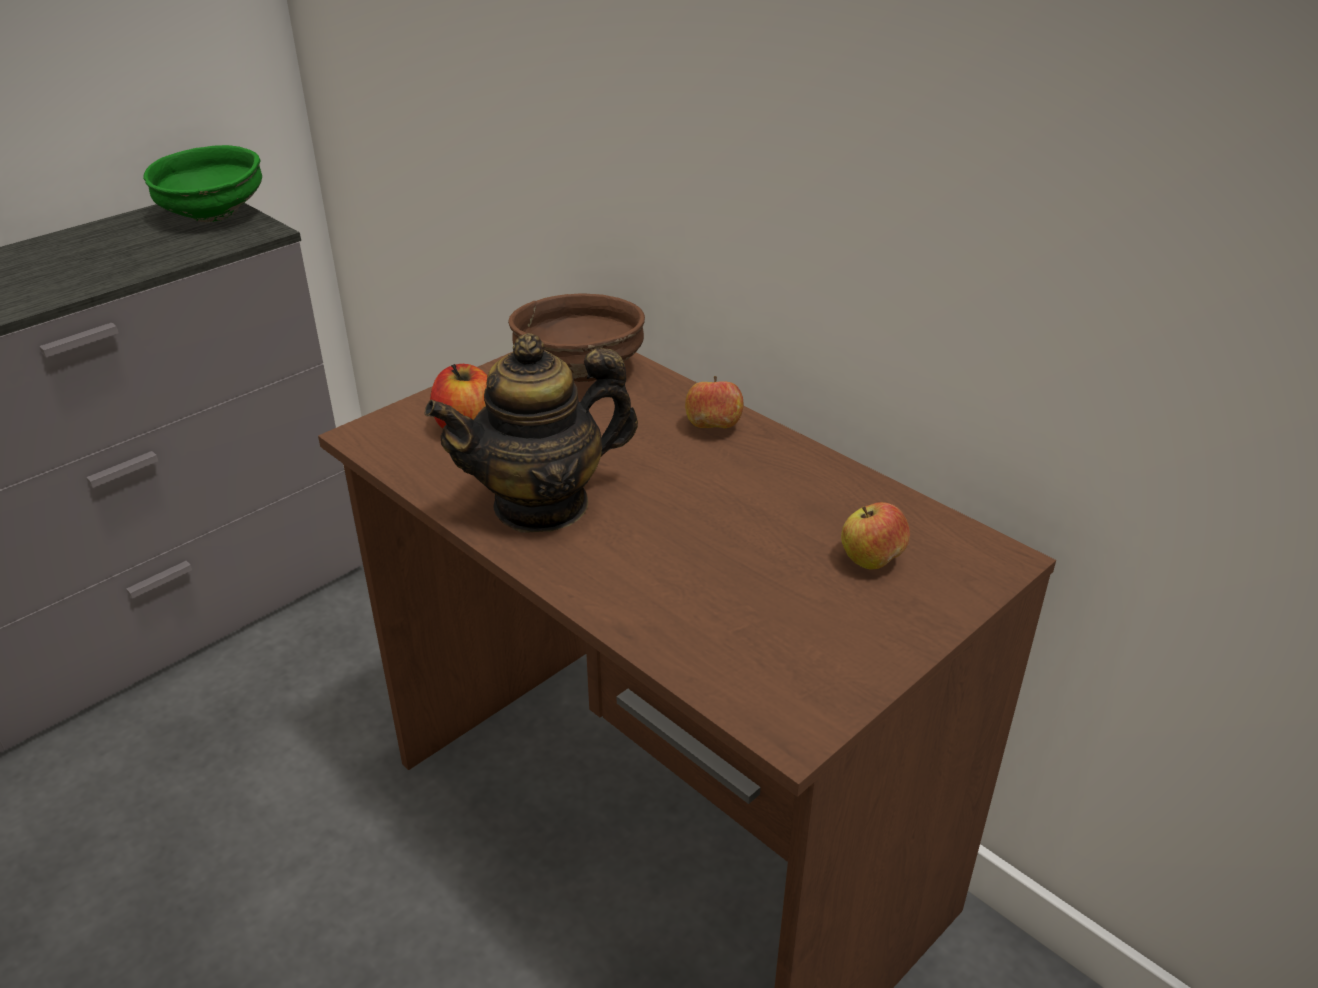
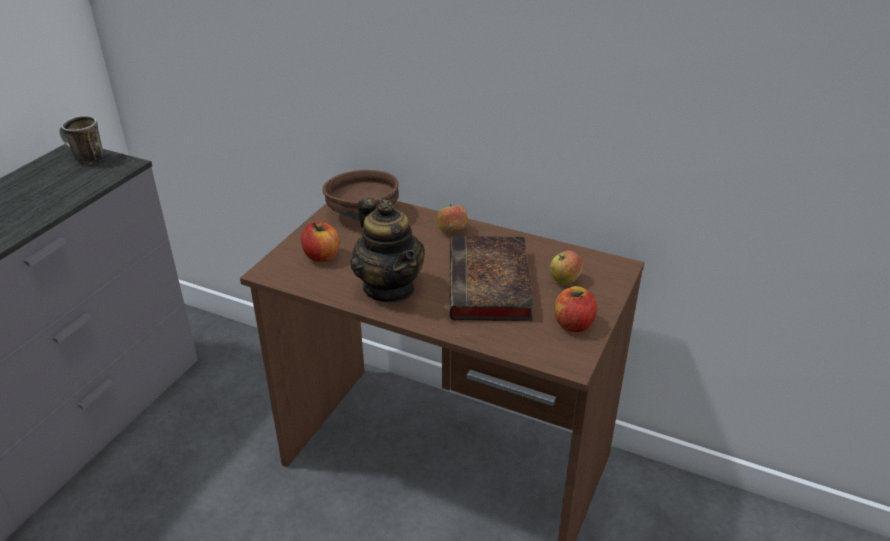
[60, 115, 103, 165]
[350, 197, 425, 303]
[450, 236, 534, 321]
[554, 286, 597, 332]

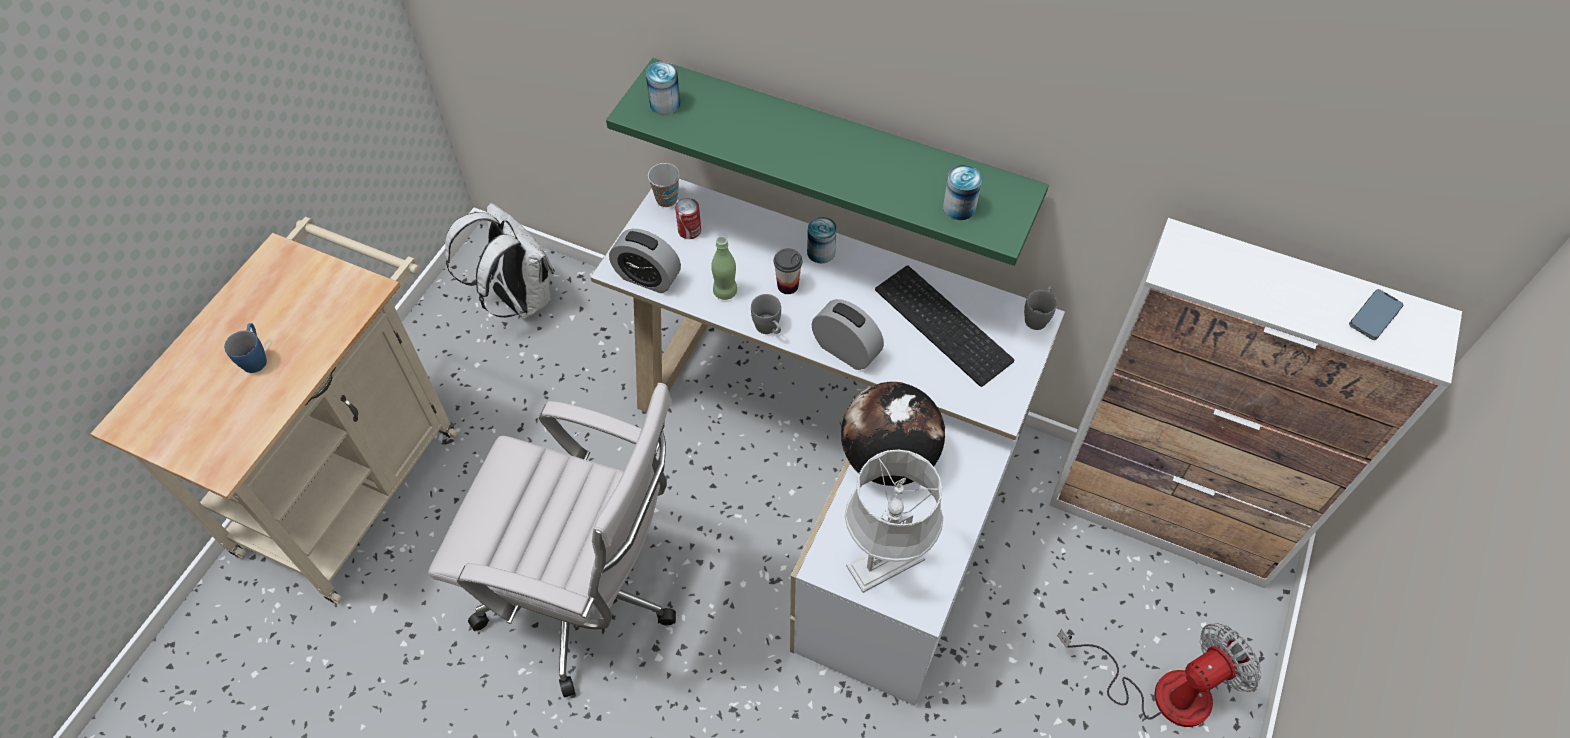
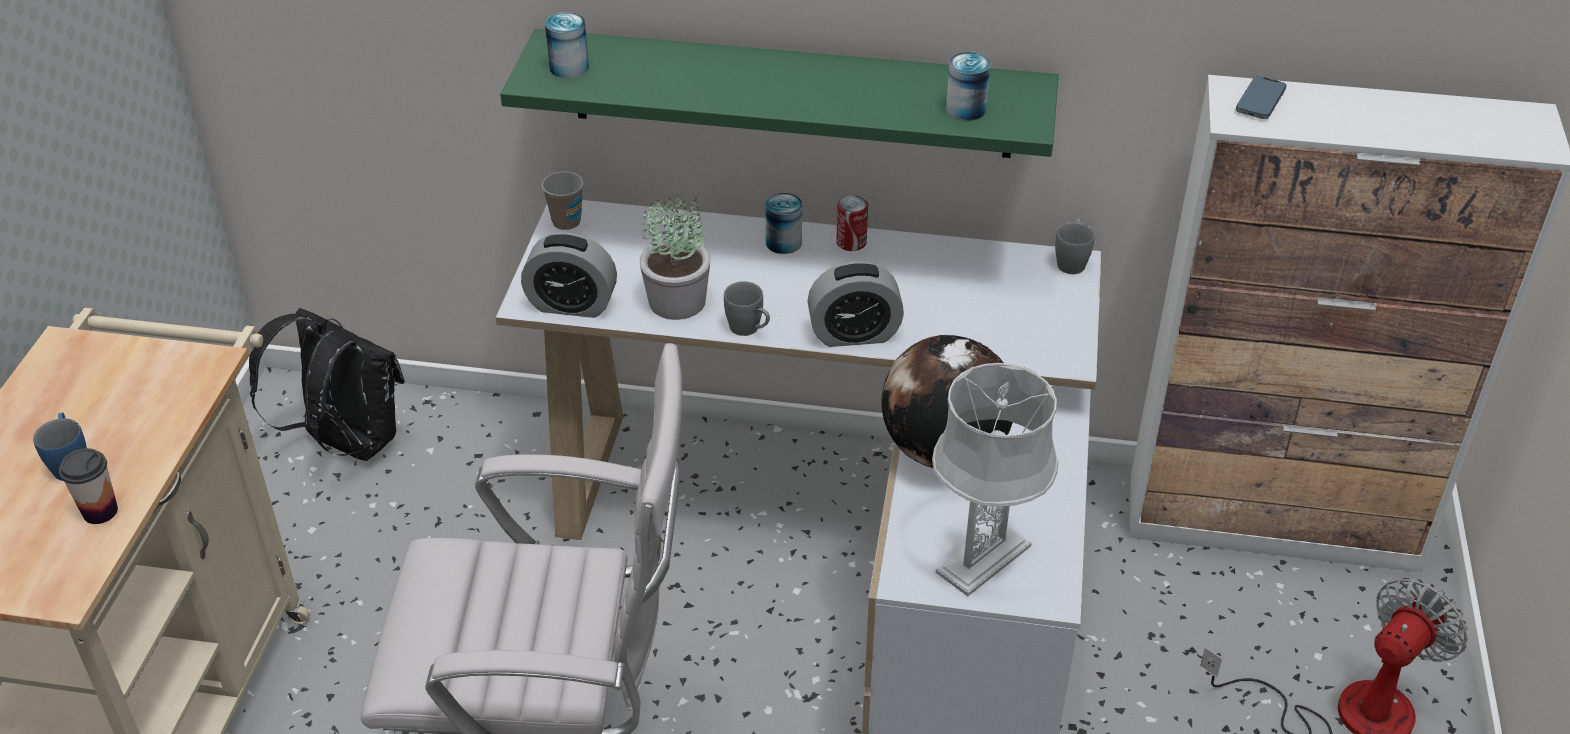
[249, 308, 405, 461]
[836, 195, 868, 251]
[640, 194, 710, 320]
[59, 448, 118, 524]
[808, 261, 904, 347]
[875, 265, 1014, 387] (first image)
[1236, 76, 1287, 119]

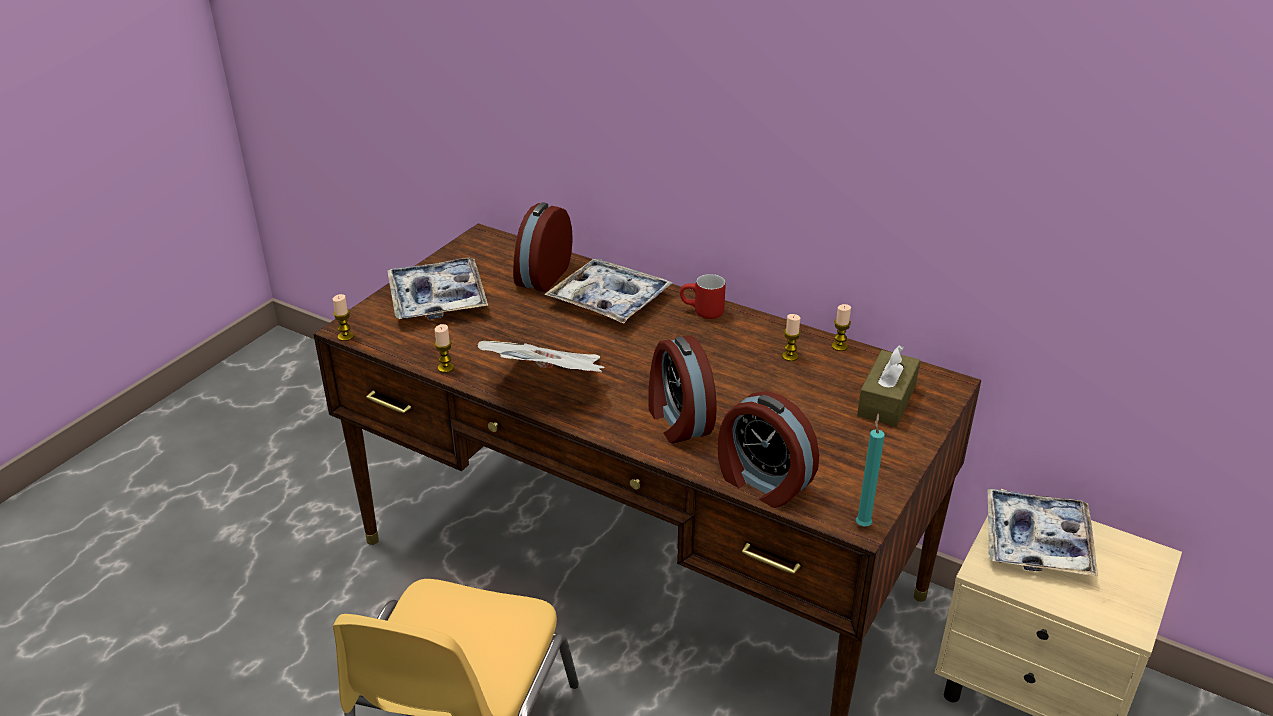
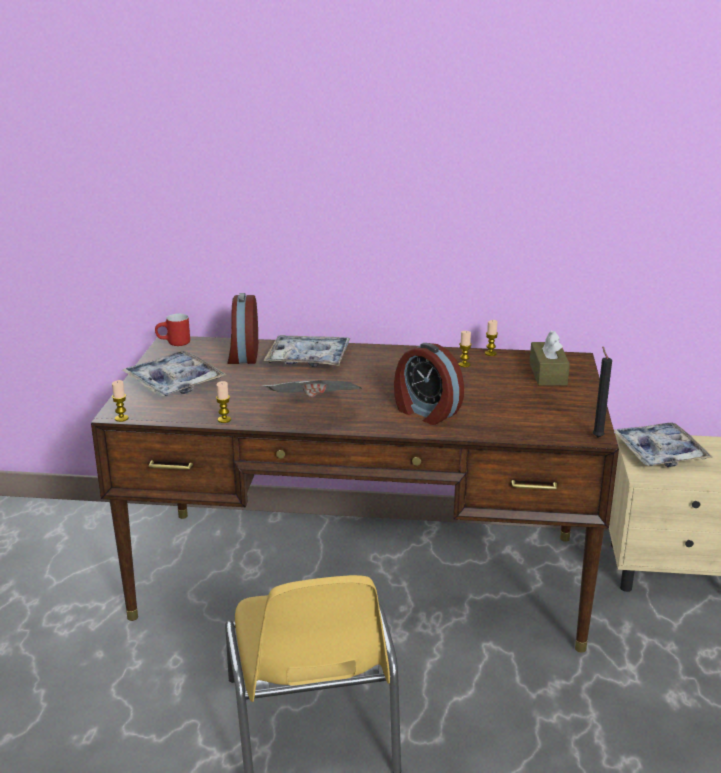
[155, 314, 190, 346]
[717, 391, 819, 508] (first image)
[593, 346, 612, 437]

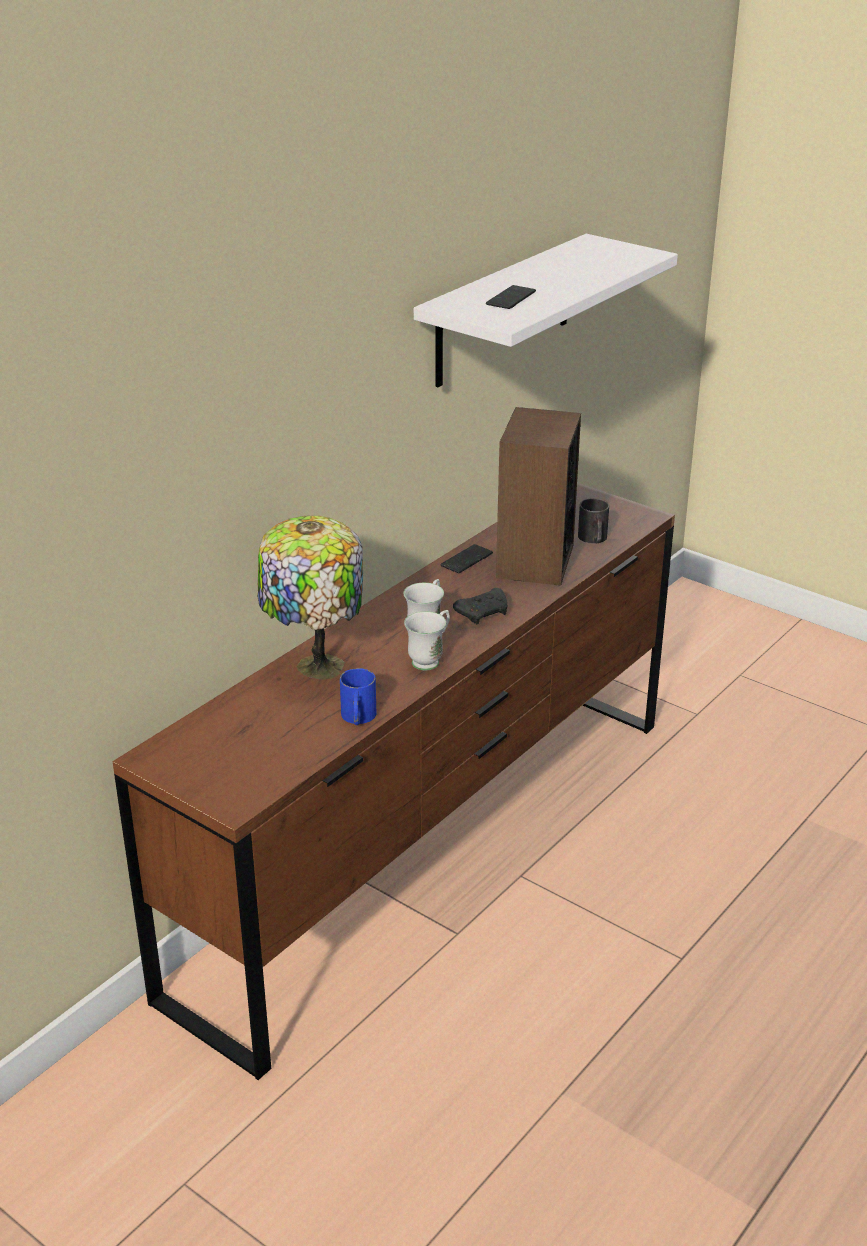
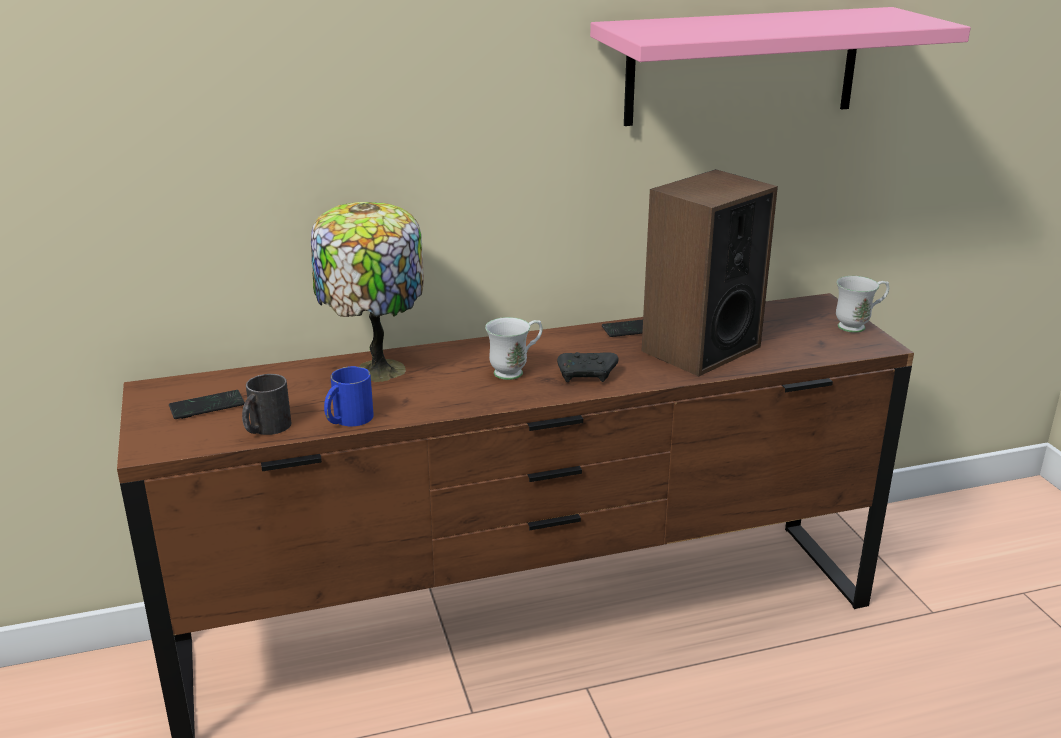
[836, 276, 889, 333]
[590, 7, 971, 126]
[169, 390, 245, 419]
[242, 374, 292, 435]

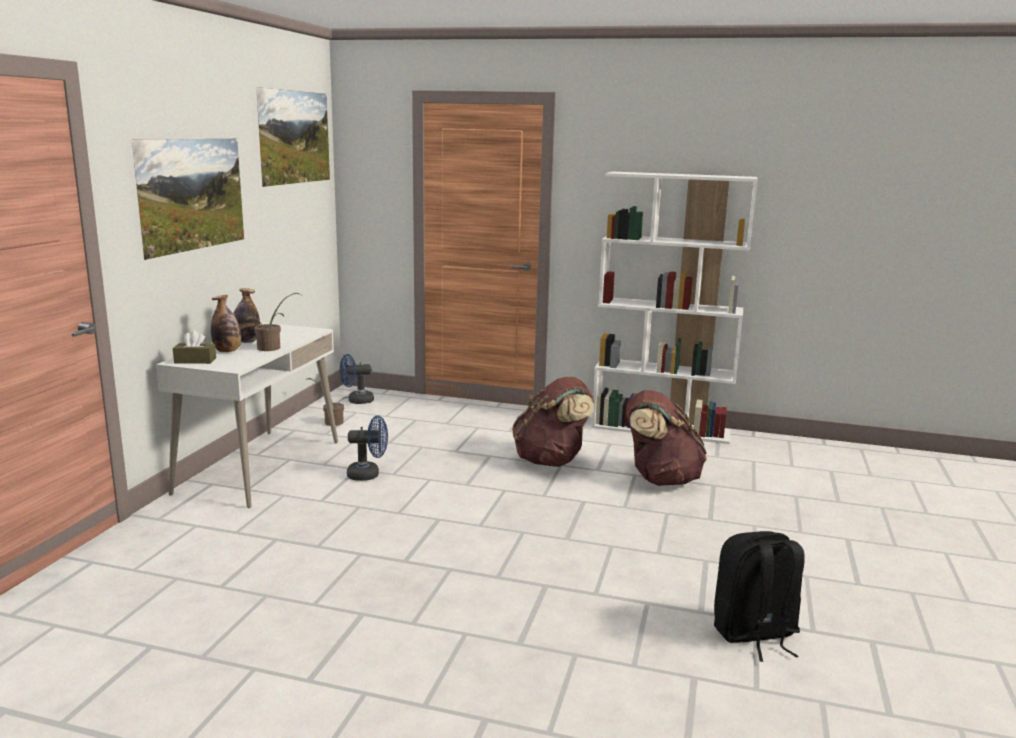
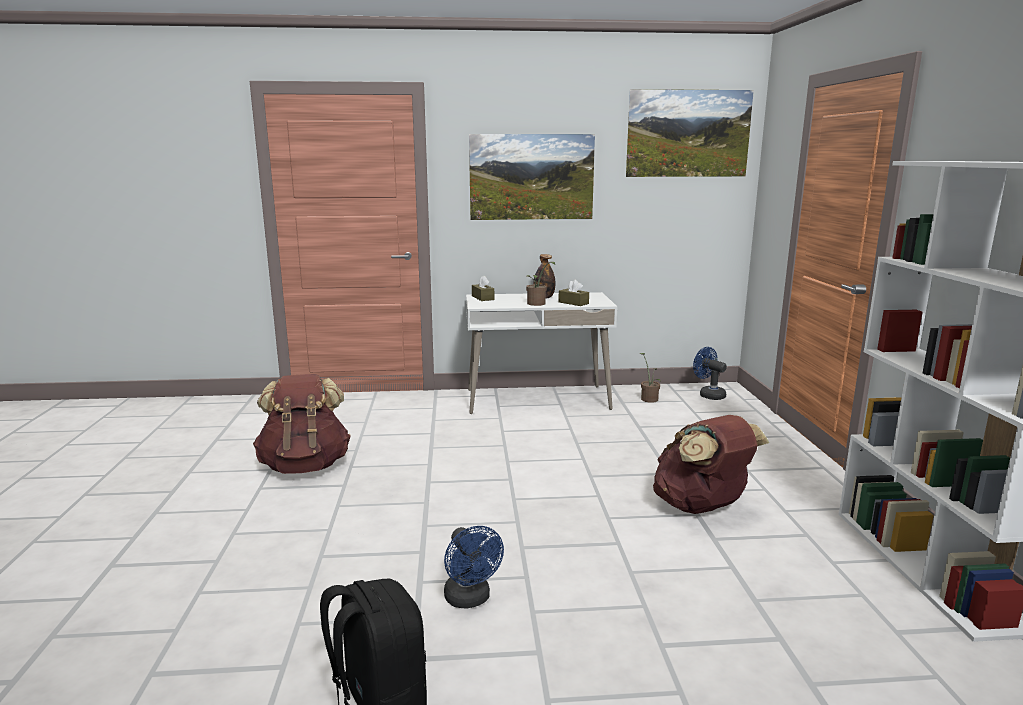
[211, 295, 241, 352] (first image)
[444, 526, 504, 609]
[253, 374, 350, 474]
[558, 280, 589, 306]

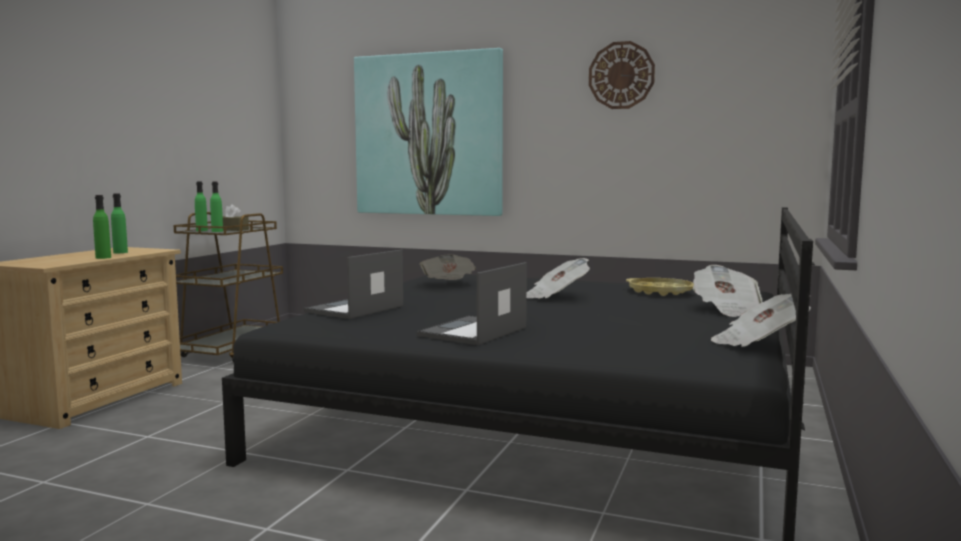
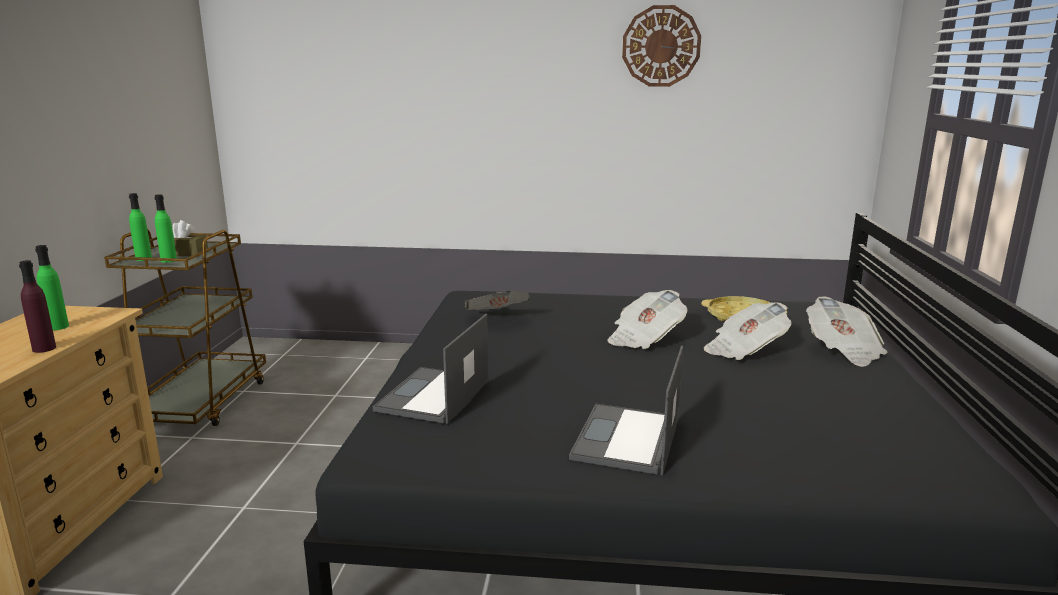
[19, 260, 56, 353]
[354, 48, 503, 216] (first image)
[704, 302, 791, 360]

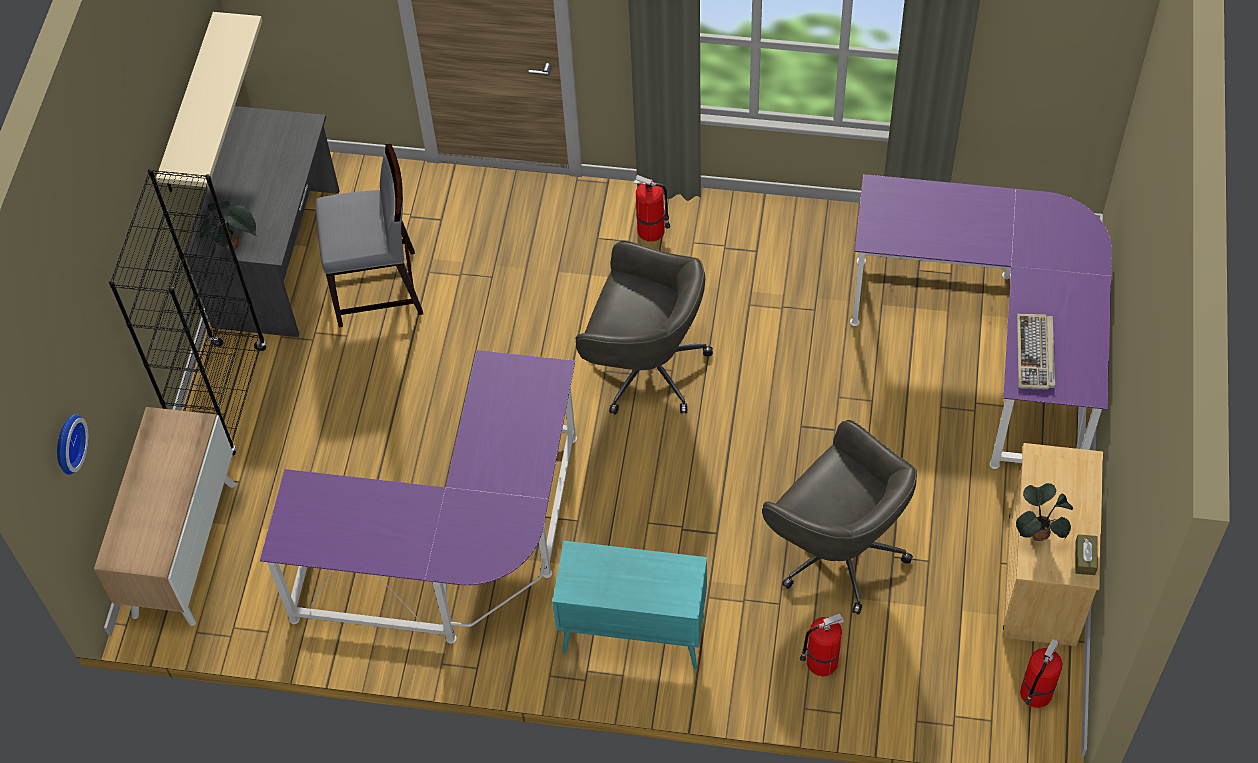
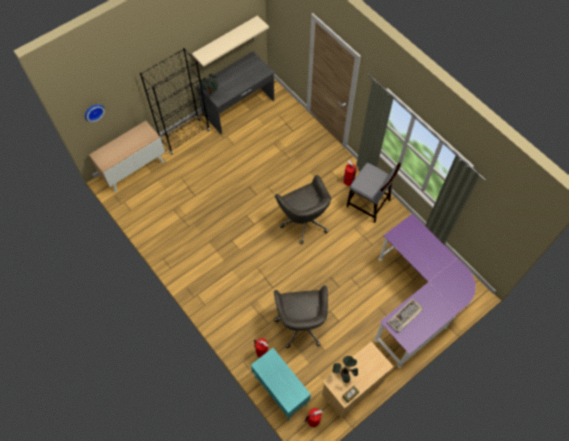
[260, 350, 577, 644] (first image)
[346, 163, 401, 223]
[251, 348, 311, 421]

